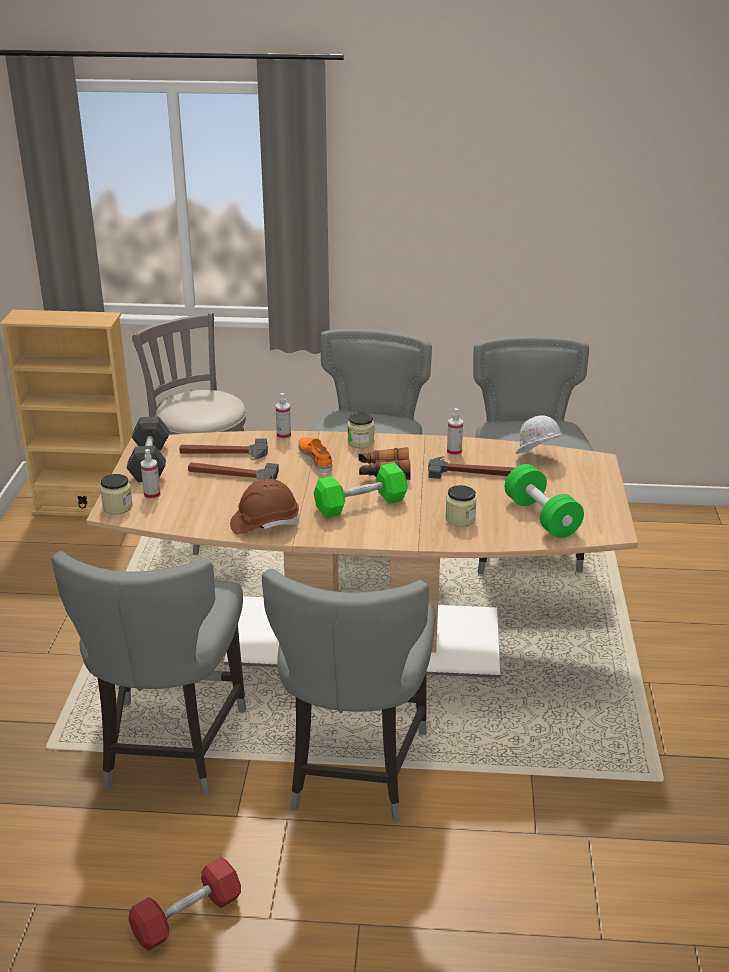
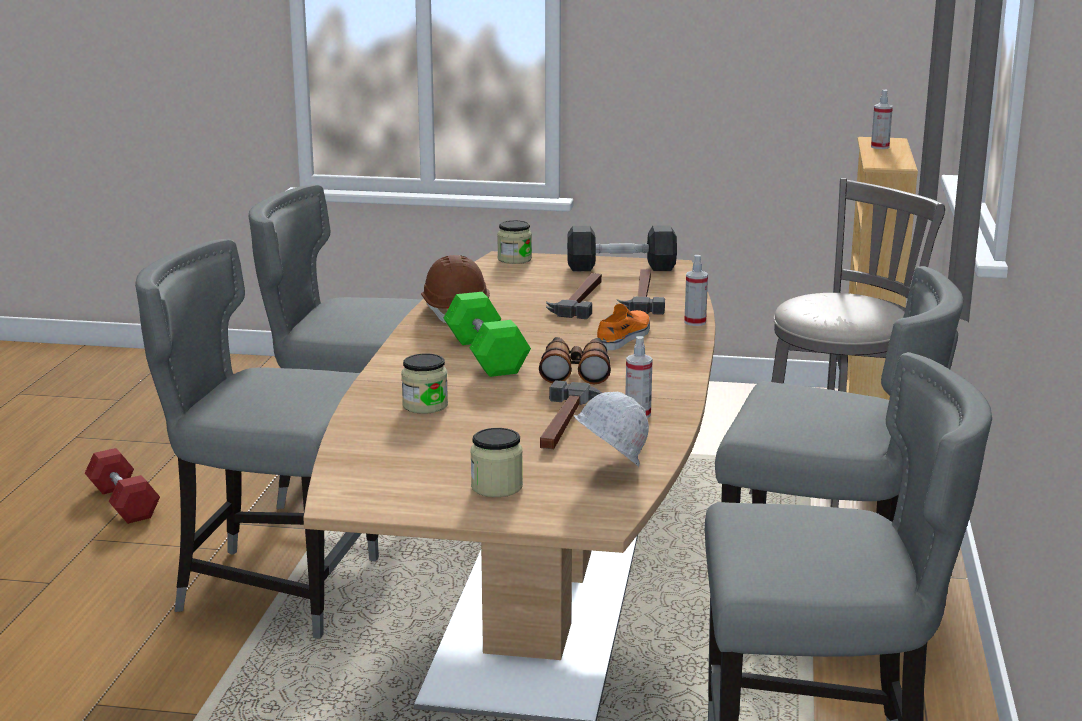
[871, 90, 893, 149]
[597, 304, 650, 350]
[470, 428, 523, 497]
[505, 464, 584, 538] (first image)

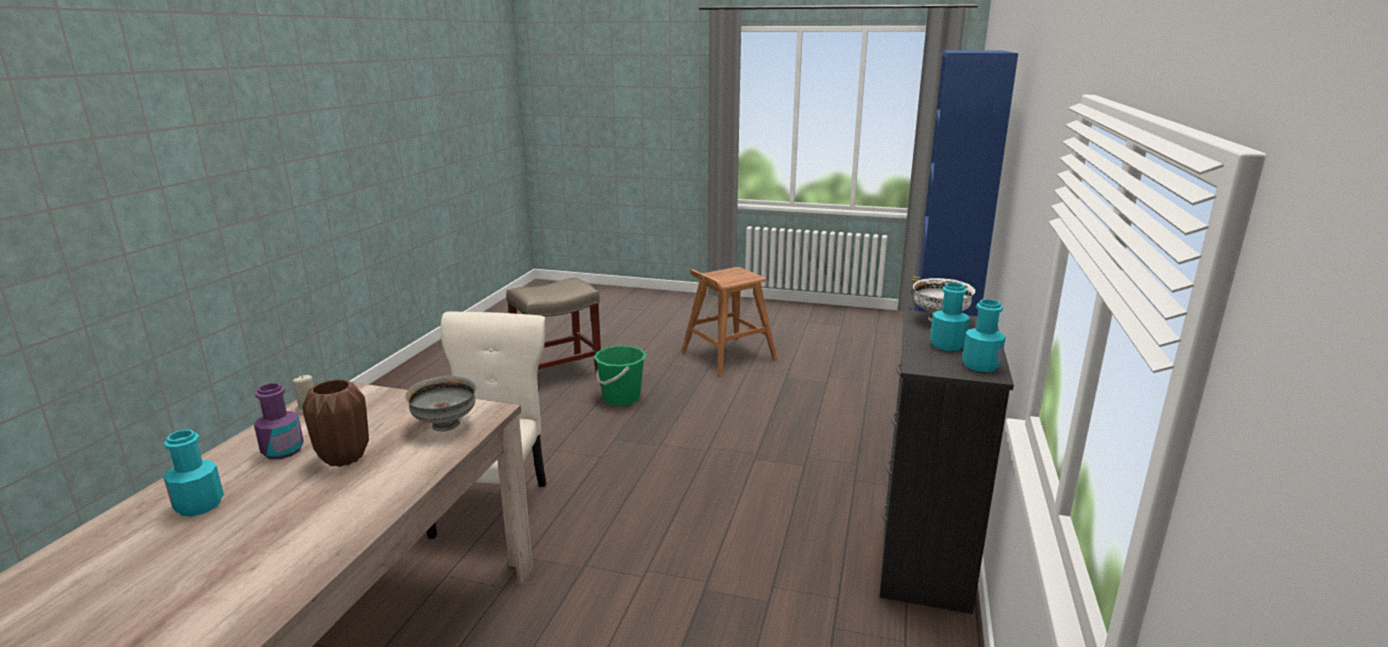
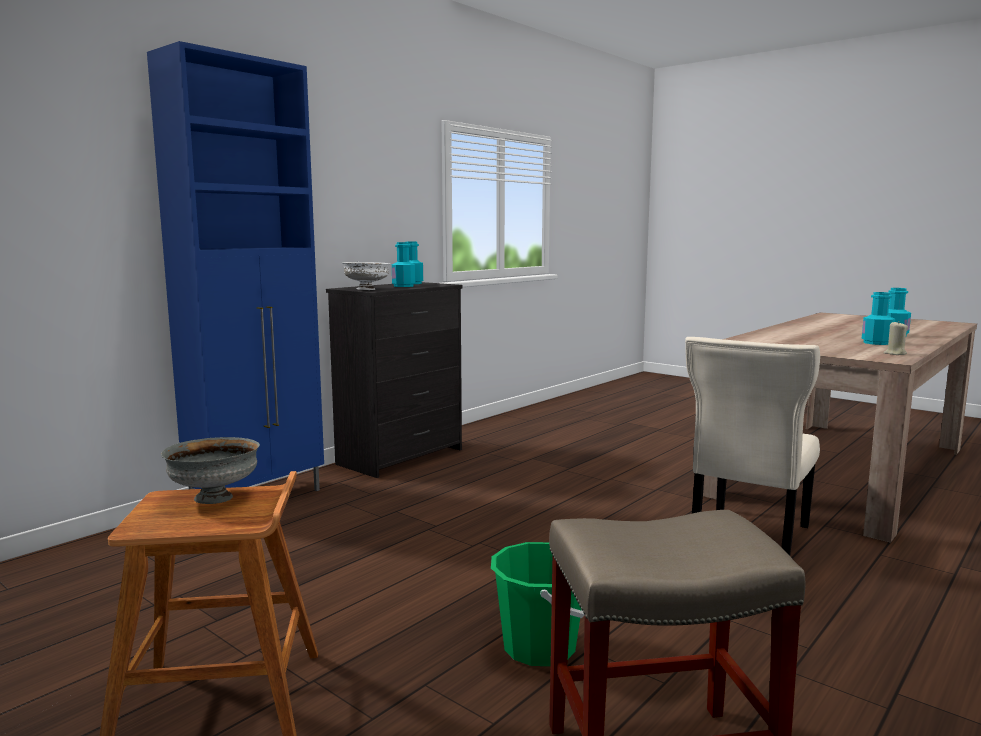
[862, 292, 895, 345]
[302, 379, 369, 467] (first image)
[161, 437, 260, 504]

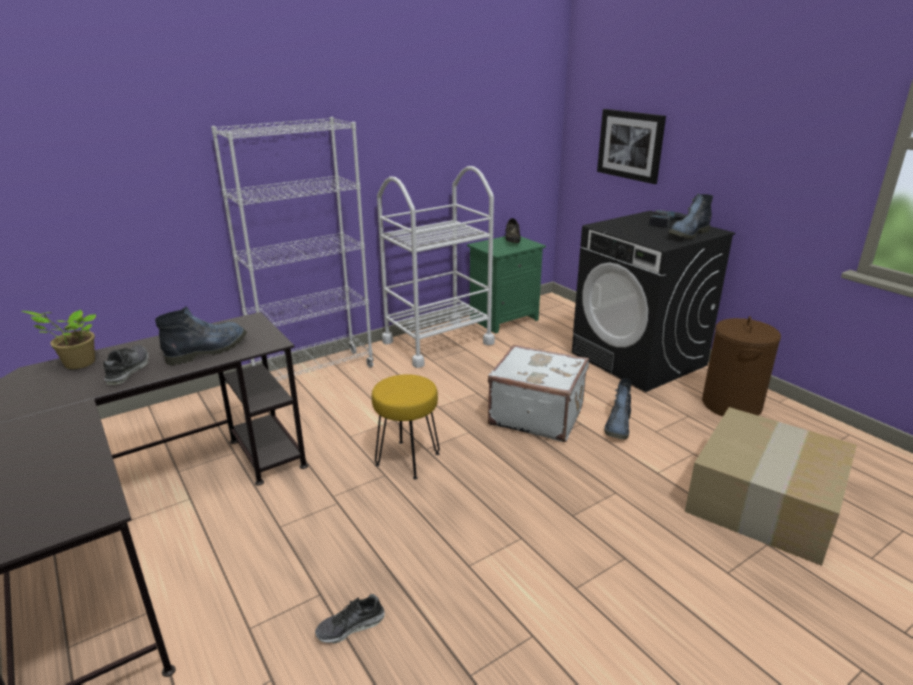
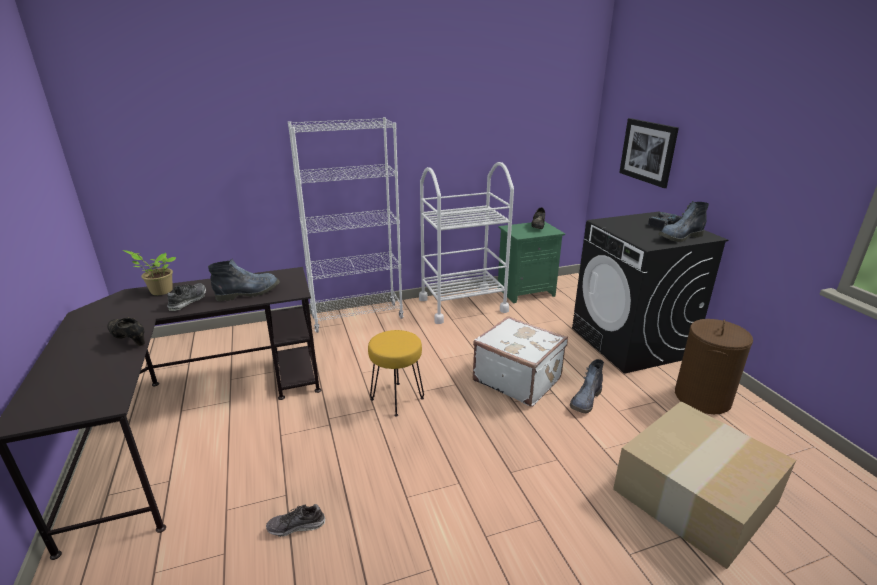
[107, 317, 145, 346]

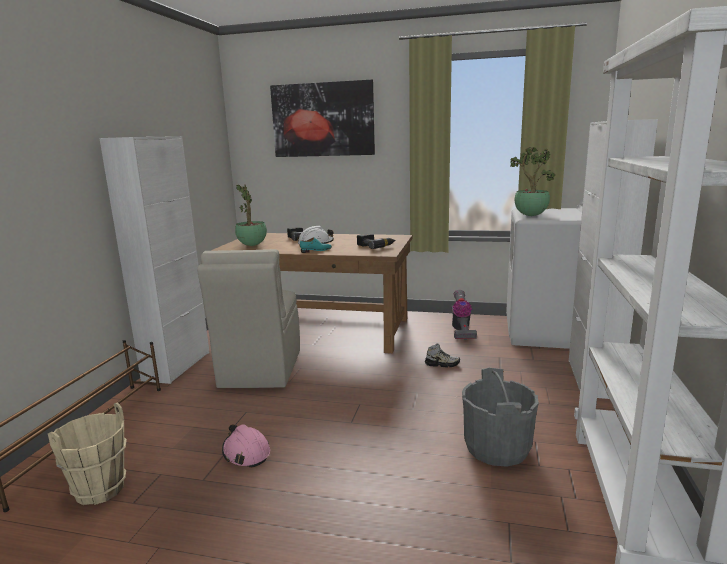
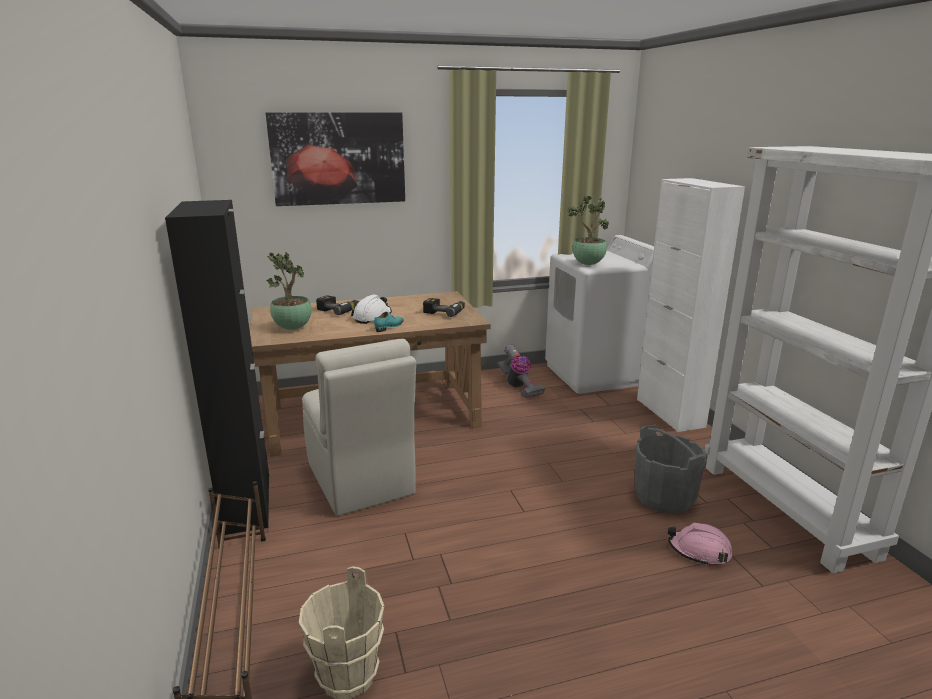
[165, 200, 269, 535]
[668, 523, 732, 565]
[425, 344, 460, 368] (first image)

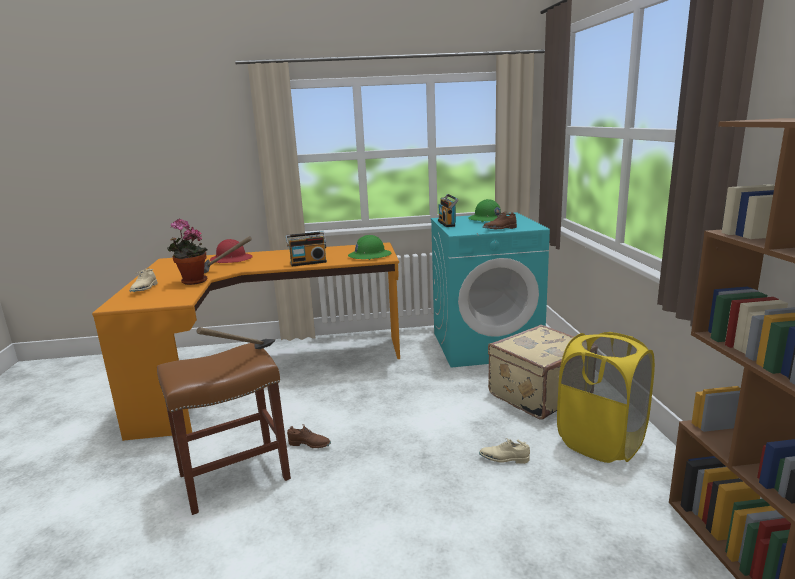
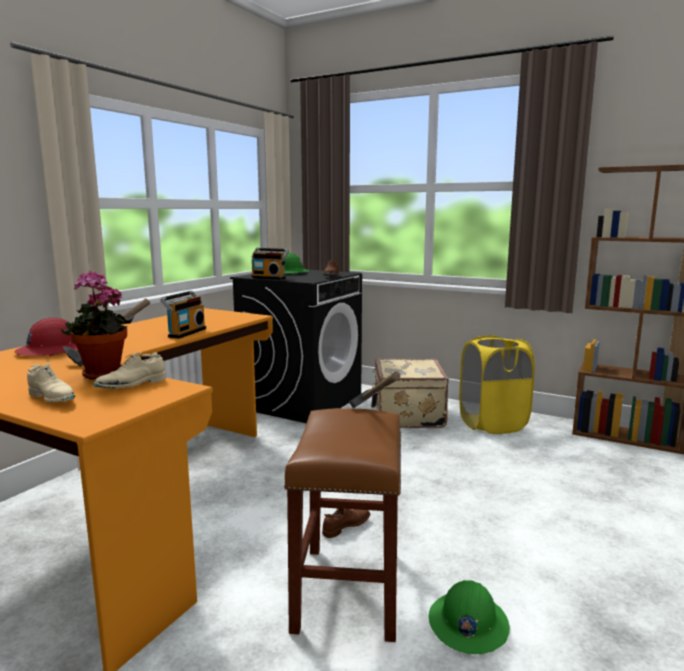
[428, 580, 510, 654]
[230, 269, 362, 423]
[93, 352, 166, 388]

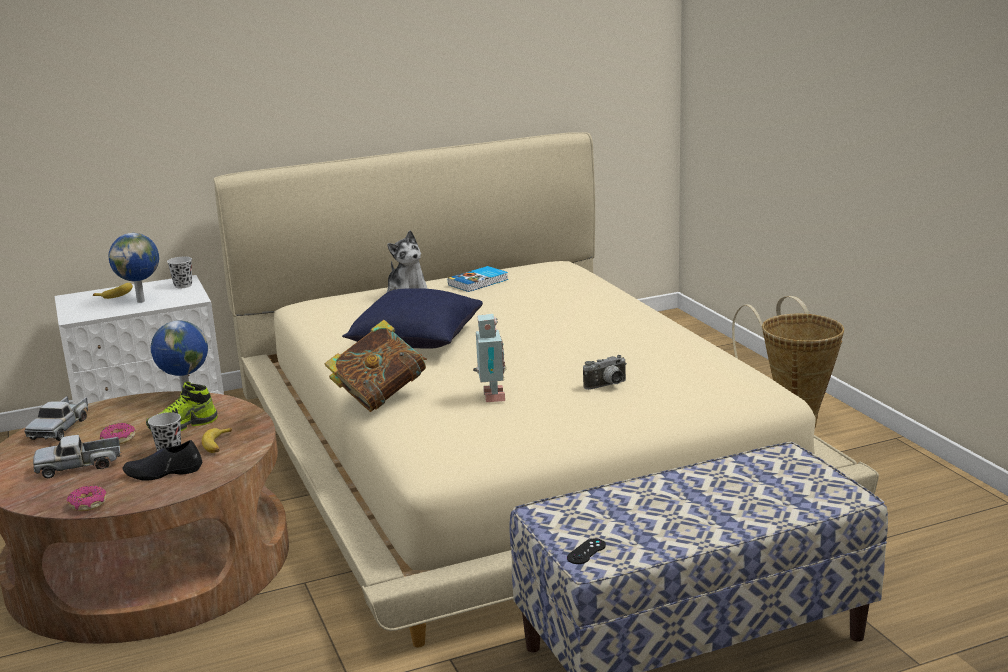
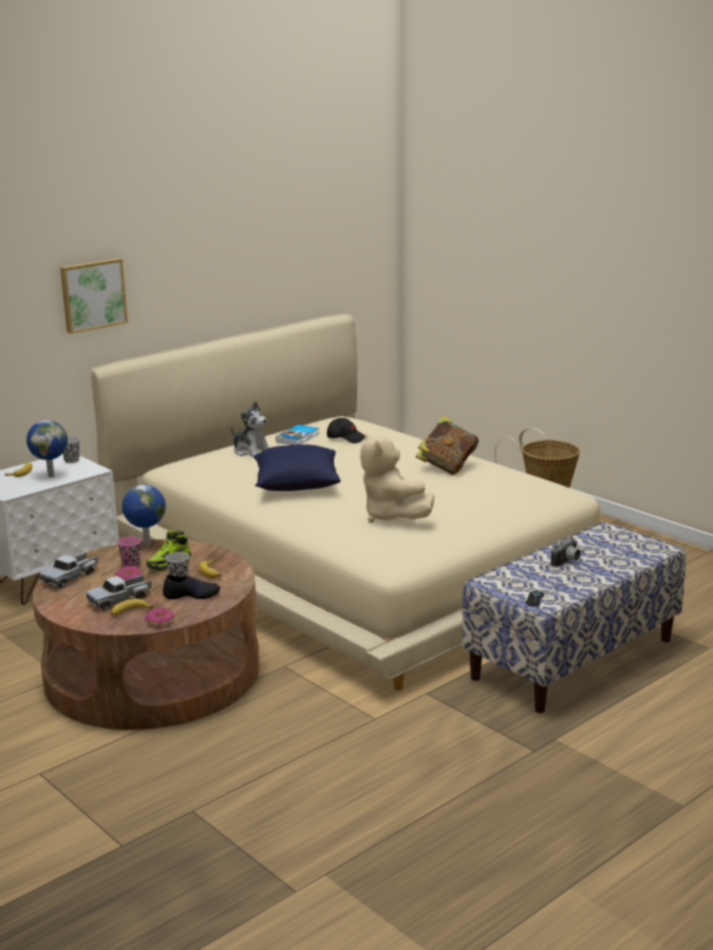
[39, 552, 98, 588]
[163, 575, 221, 599]
[416, 416, 479, 475]
[360, 433, 434, 523]
[551, 537, 581, 567]
[60, 258, 128, 334]
[111, 599, 153, 616]
[117, 536, 141, 567]
[327, 418, 365, 443]

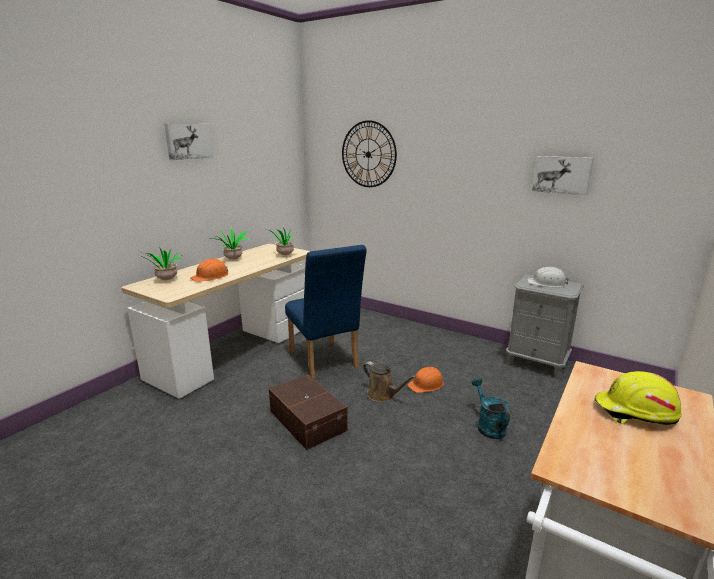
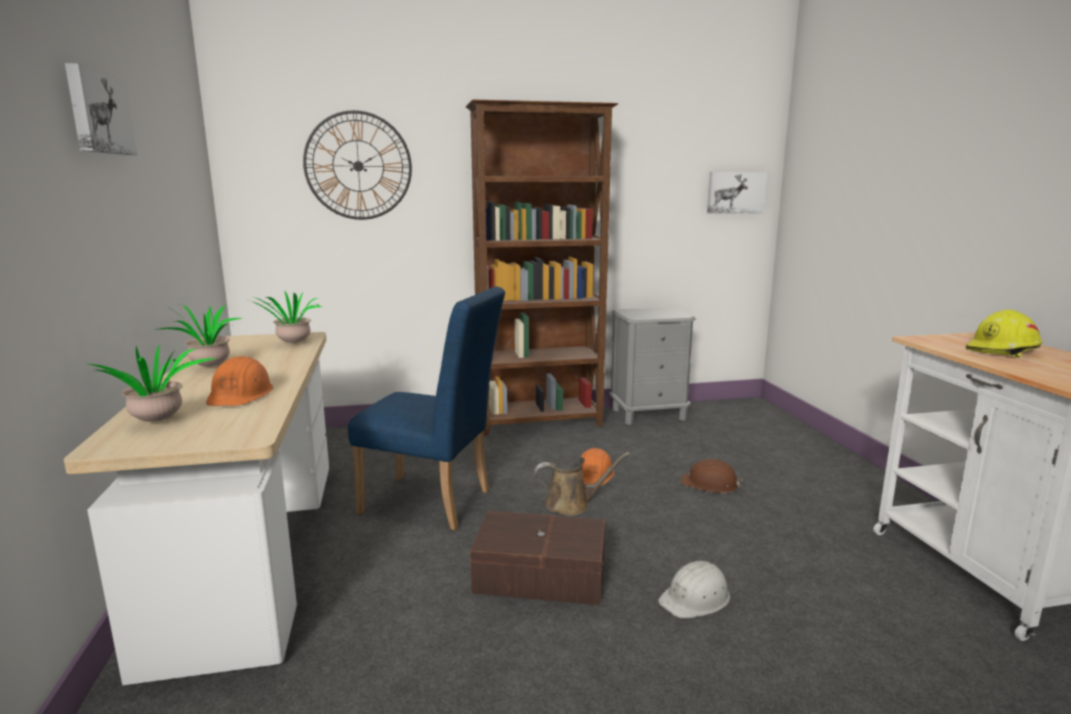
[680, 459, 743, 493]
[658, 561, 730, 619]
[707, 172, 767, 214]
[466, 99, 618, 436]

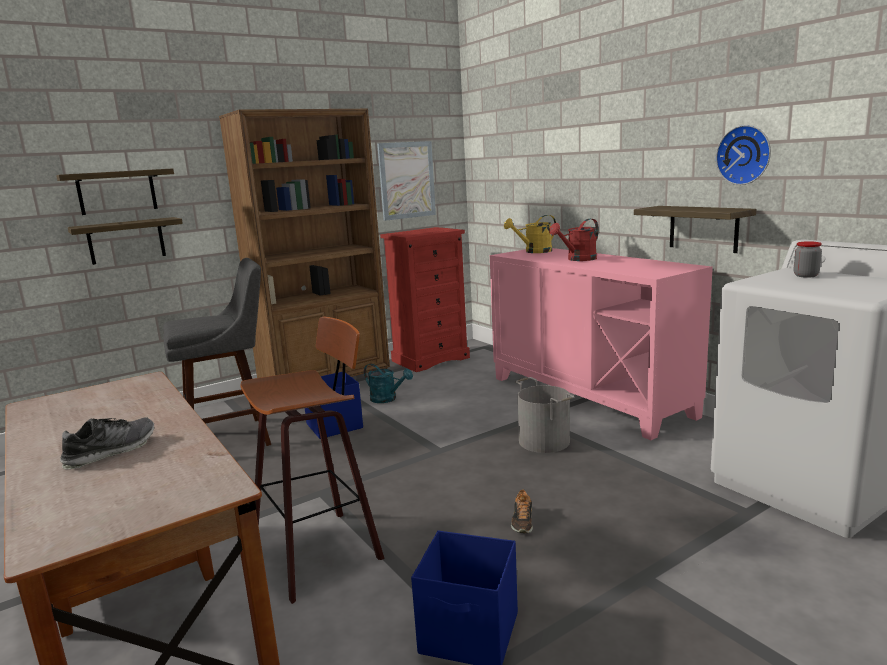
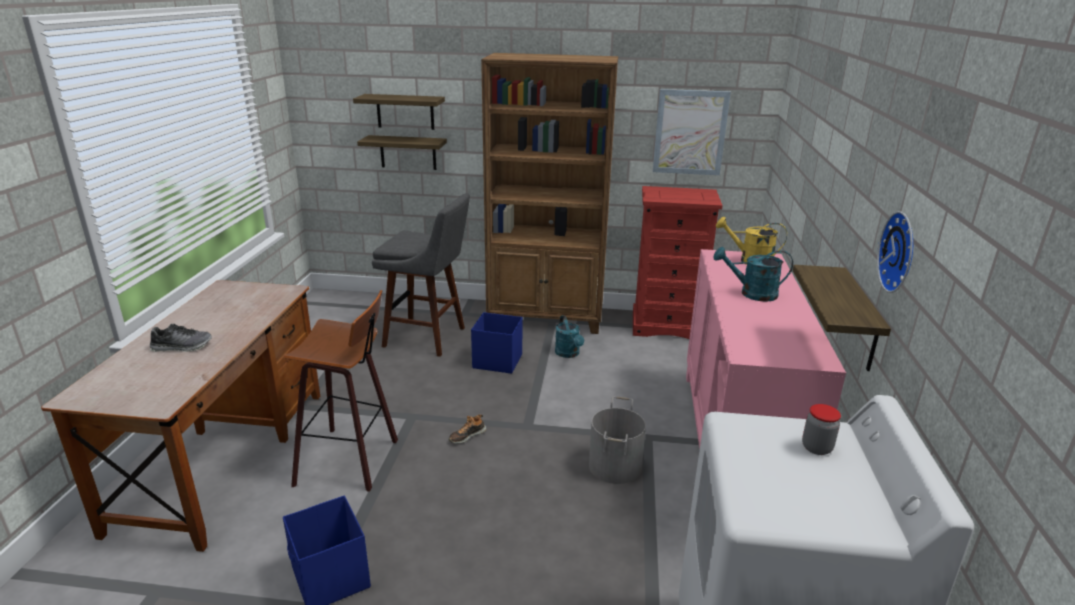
[449, 414, 487, 444]
[713, 247, 793, 302]

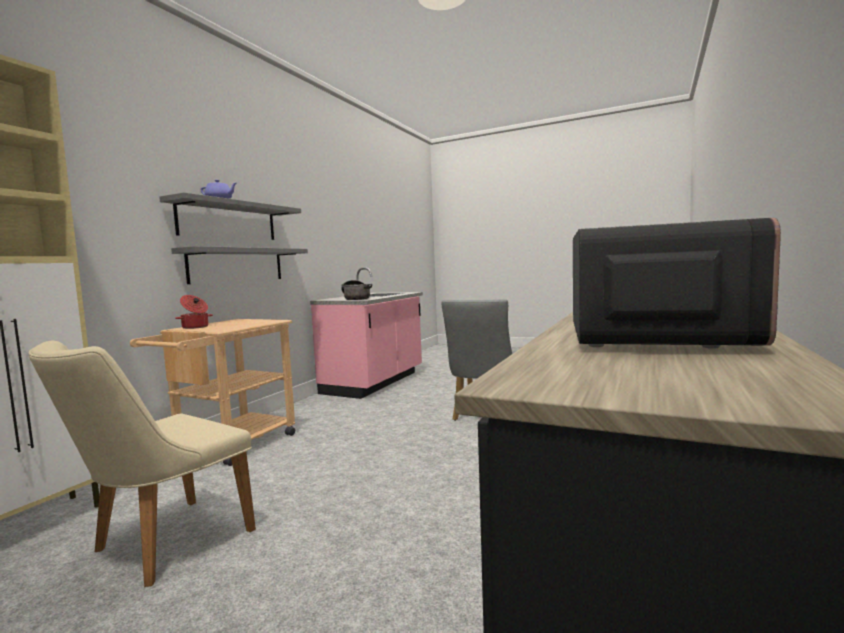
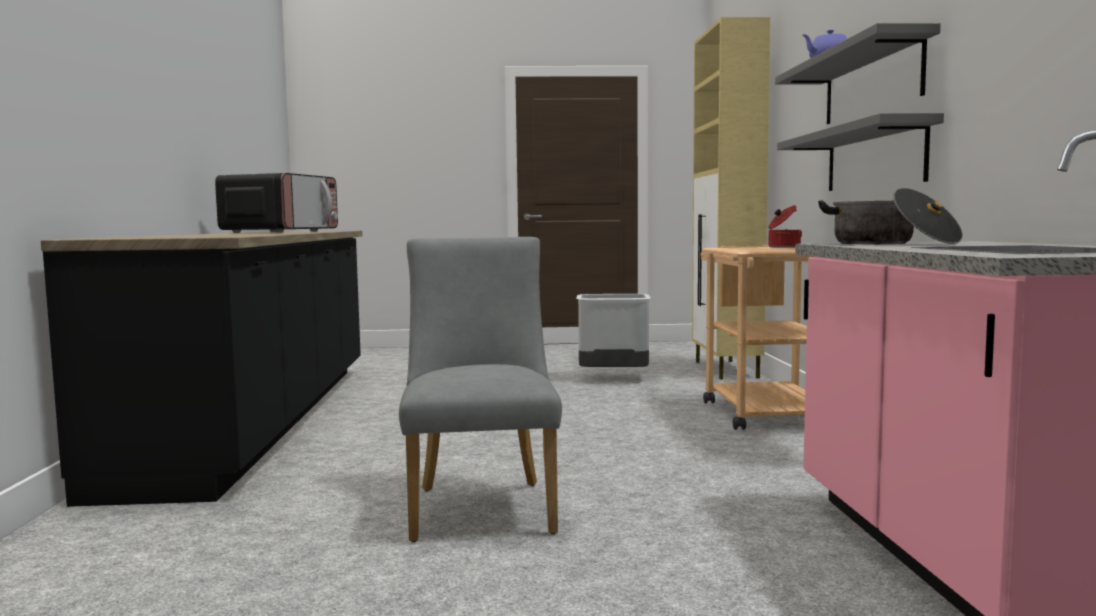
[576, 294, 651, 367]
[215, 173, 338, 233]

